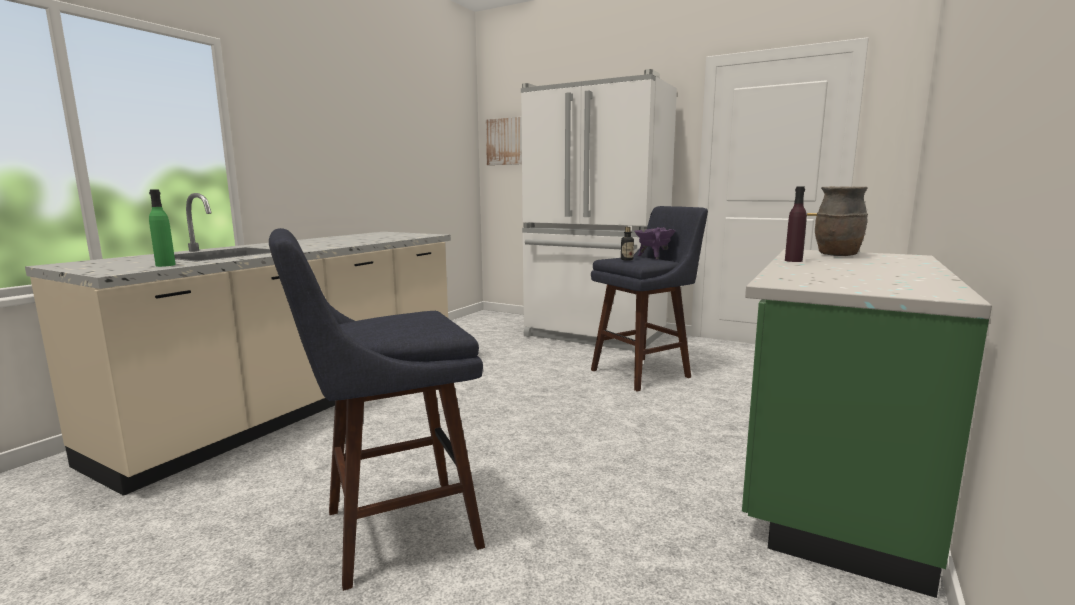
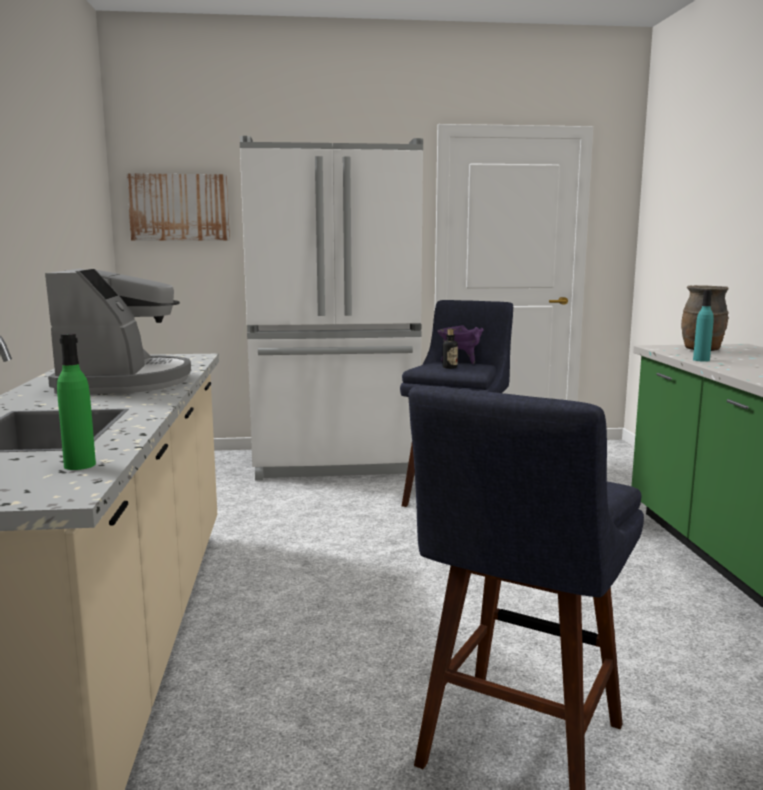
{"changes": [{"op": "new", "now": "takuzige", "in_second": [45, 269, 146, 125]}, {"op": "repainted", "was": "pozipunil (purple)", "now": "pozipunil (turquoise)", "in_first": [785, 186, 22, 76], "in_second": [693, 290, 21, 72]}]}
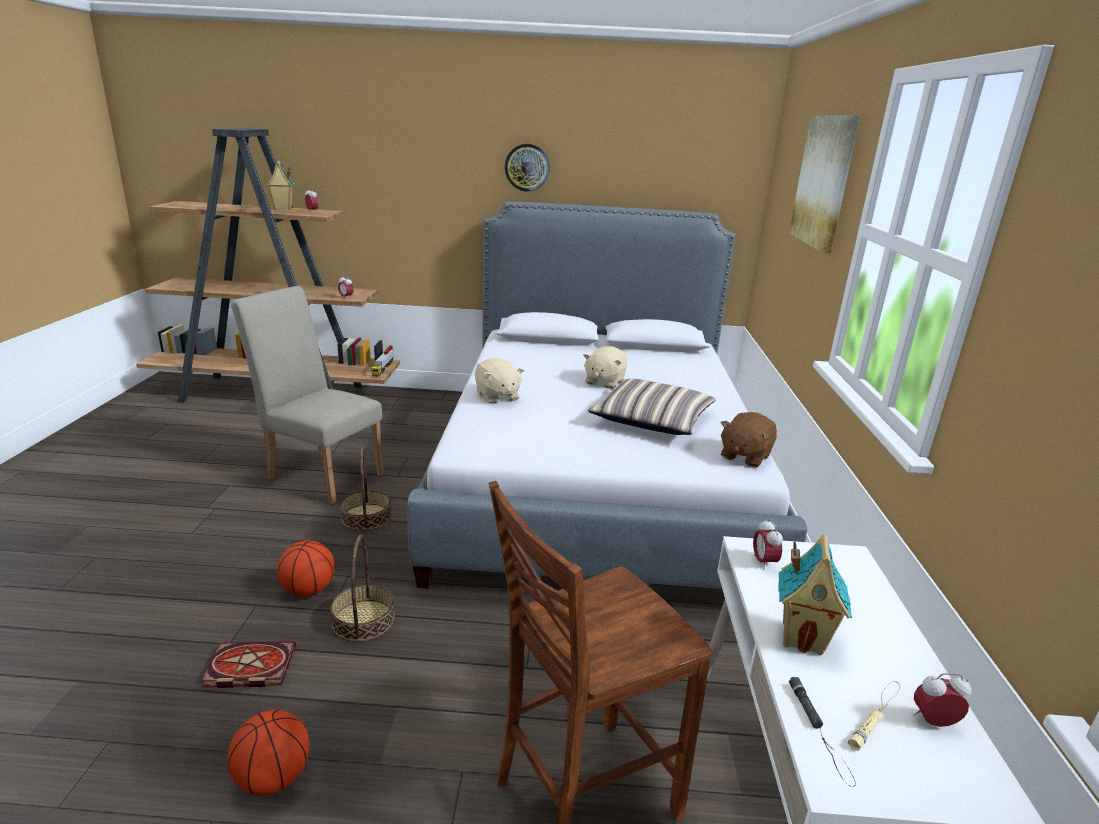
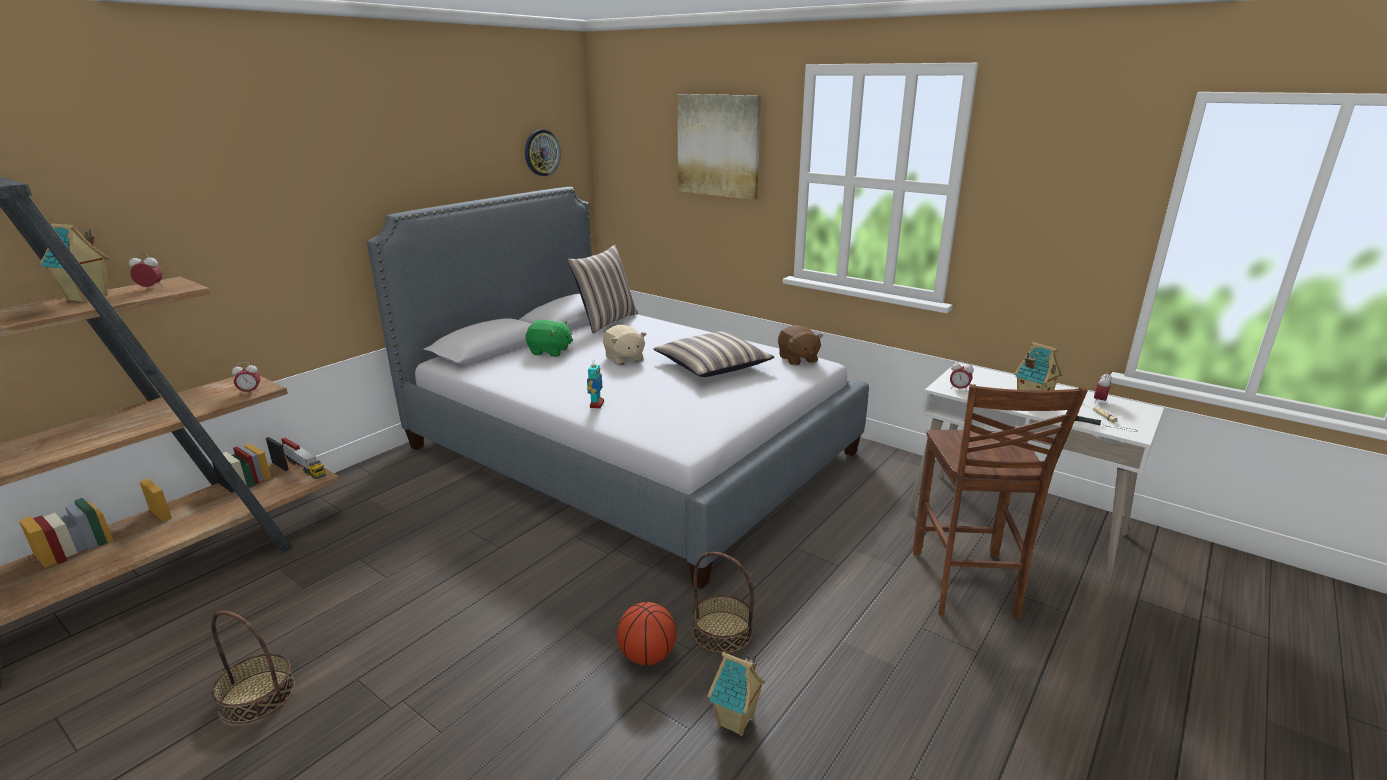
{"changes": [{"op": "shifted", "was": "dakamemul", "in_first": [340, 446, 51, 85], "in_second": [211, 611, 84, 113]}, {"op": "shifted", "was": "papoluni", "in_first": [505, 144, 45, 48], "in_second": [525, 130, 36, 46]}, {"op": "new", "now": "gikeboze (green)", "in_second": [526, 320, 47, 37]}, {"op": "new", "now": "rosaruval", "in_second": [567, 245, 71, 89]}, {"op": "swapped", "was": "gikeboze (beige)", "now": "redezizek", "in_first": [475, 358, 49, 46], "in_second": [587, 359, 17, 49]}, {"op": "swapped", "was": "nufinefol", "now": "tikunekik", "in_first": [201, 641, 95, 47], "in_second": [708, 652, 57, 84]}, {"op": "gone", "was": "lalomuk", "in_first": [227, 710, 82, 85]}, {"op": "gone", "was": "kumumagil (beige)", "in_first": [231, 286, 153, 219]}]}
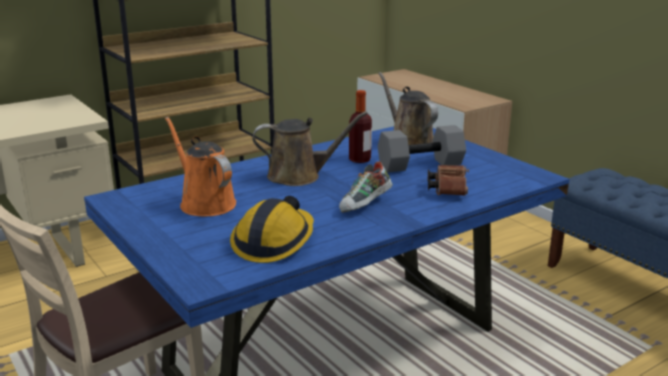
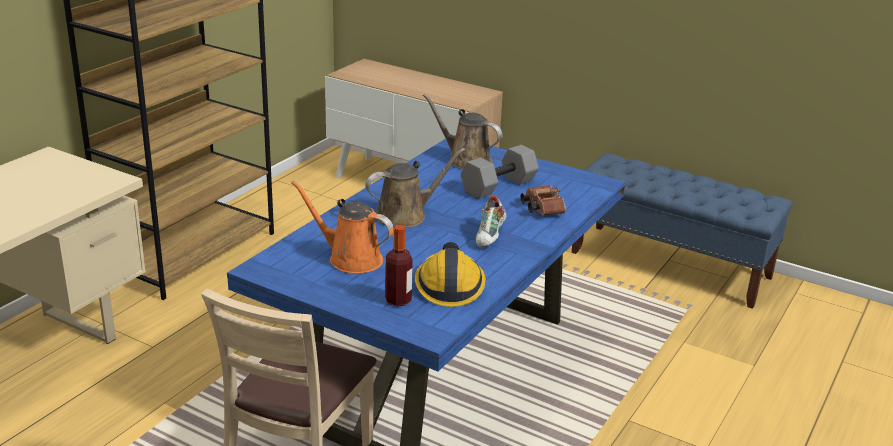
{"changes": [{"op": "shifted", "was": "pozipunil", "in_first": [349, 90, 23, 73], "in_second": [385, 225, 28, 81]}]}
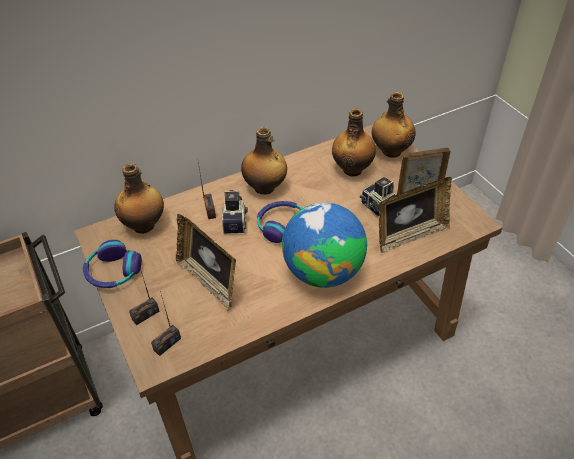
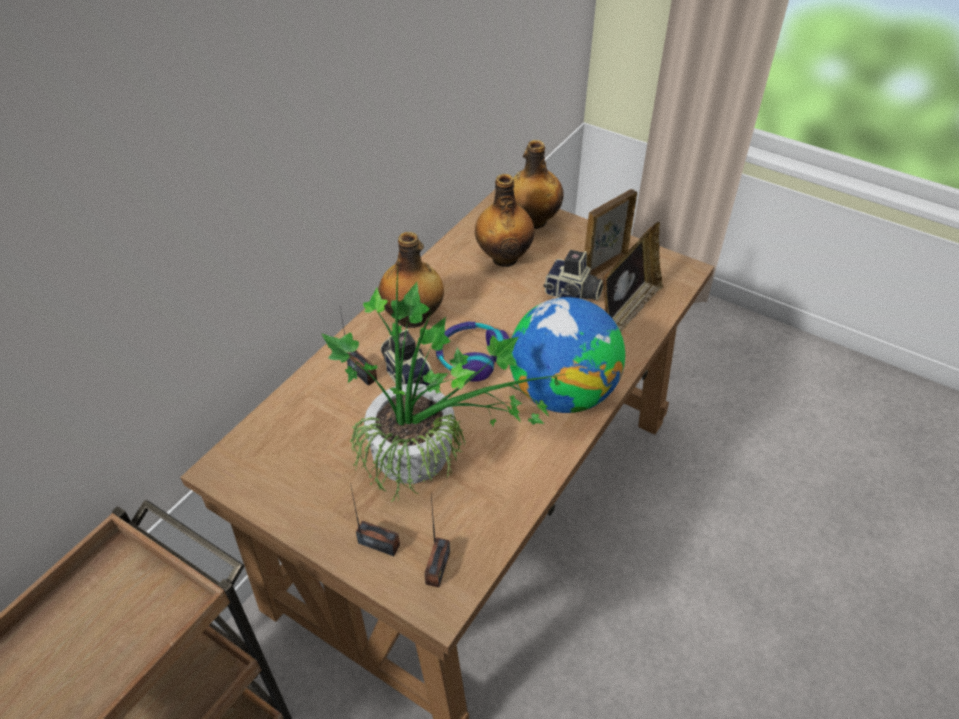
{"changes": [{"op": "swapped", "was": "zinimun", "now": "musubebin", "in_first": [176, 214, 60, 97], "in_second": [321, 264, 251, 239]}, {"op": "rotated", "was": "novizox", "in_first": [129, 265, 30, 60], "in_second": [350, 483, 50, 73], "clockwise": -90}, {"op": "gone", "was": "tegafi", "in_first": [83, 240, 59, 48]}, {"op": "gone", "was": "pozipunil", "in_first": [114, 163, 50, 70]}]}
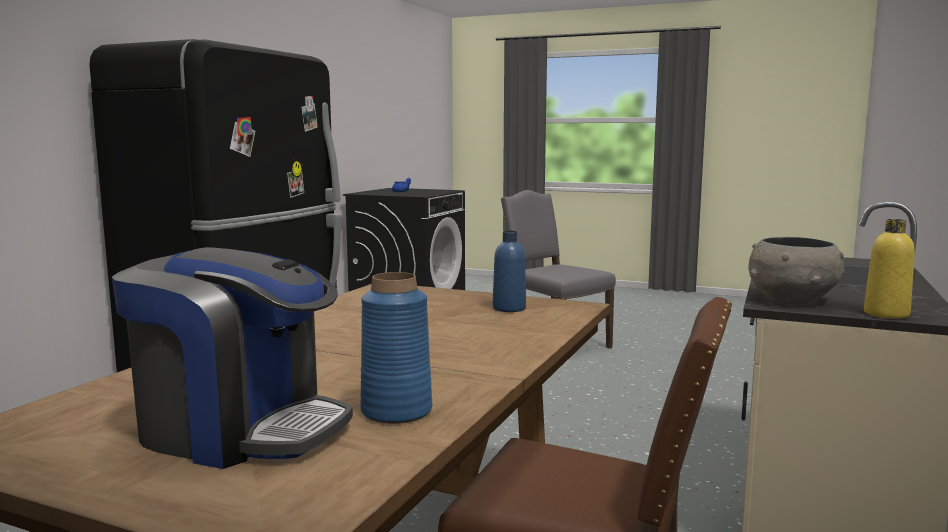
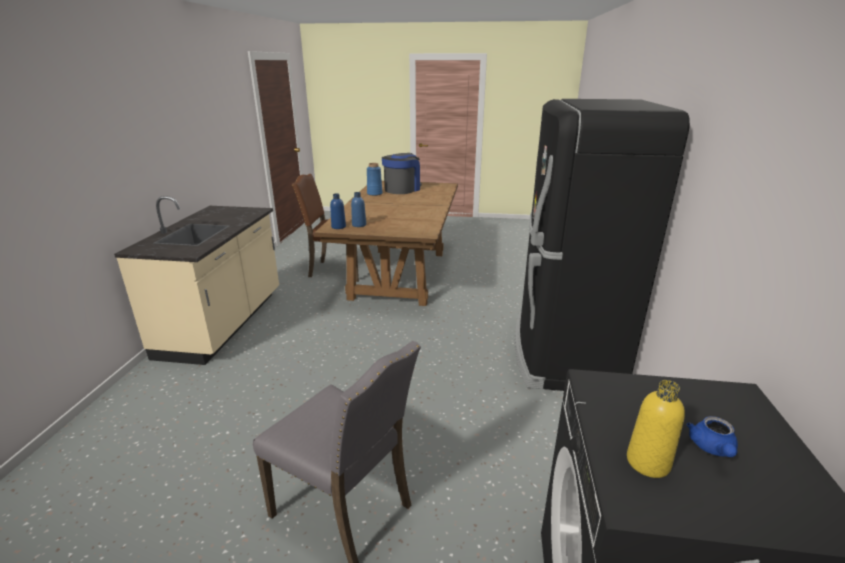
{"changes": [{"op": "new", "now": "pozipunil (blue)", "in_second": [330, 193, 16, 36]}, {"op": "rotated", "was": "takuzige", "in_first": [112, 247, 241, 222], "in_second": [382, 153, 40, 41], "clockwise": 120}, {"op": "shifted", "was": "pozipunil (yellow)", "in_first": [864, 219, 51, 100], "in_second": [627, 380, 58, 98]}, {"op": "gone", "was": "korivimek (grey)", "in_first": [748, 237, 97, 67]}]}
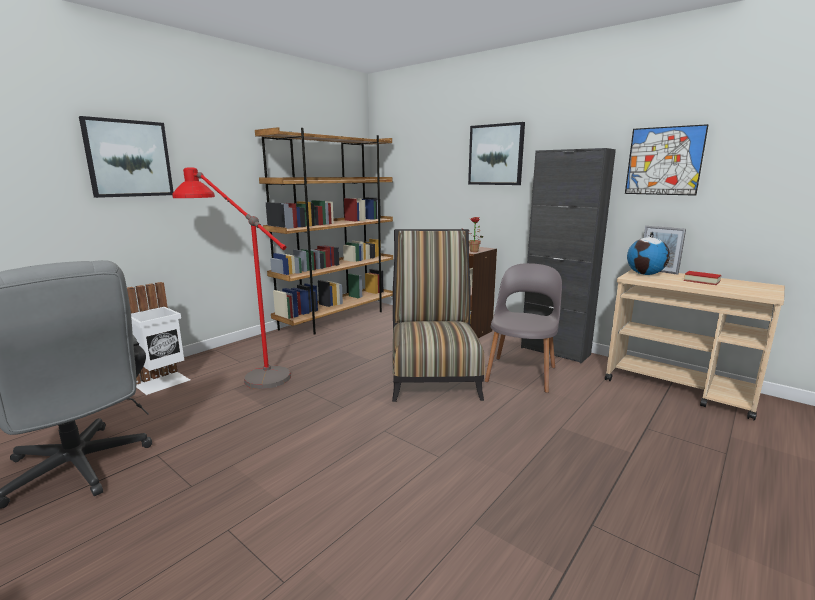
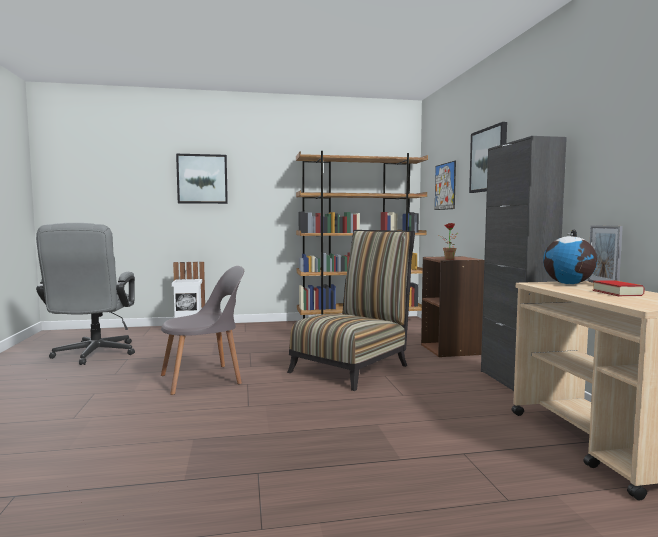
{"changes": [{"op": "shifted", "was": "kumumagil (grey)", "in_first": [485, 263, 77, 130], "in_second": [161, 266, 83, 129]}, {"op": "shifted", "was": "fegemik", "in_first": [625, 124, 84, 72], "in_second": [435, 161, 21, 49]}, {"op": "gone", "was": "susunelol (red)", "in_first": [172, 167, 119, 222]}]}
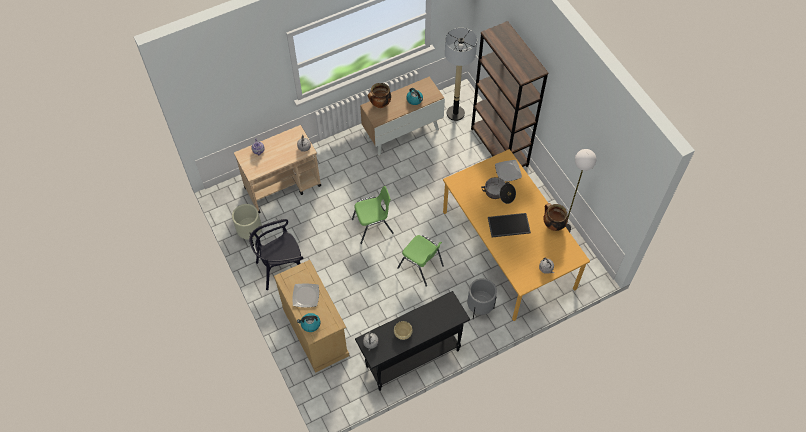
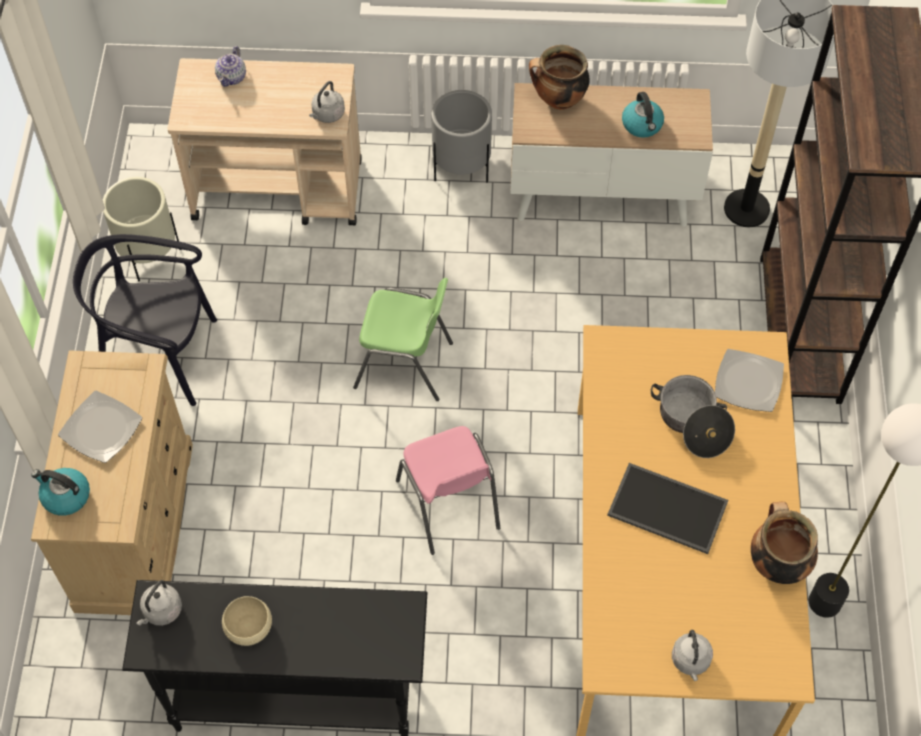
{"changes": [{"op": "repainted", "was": "kumumagil (green)", "now": "kumumagil (pink)", "in_first": [397, 235, 47, 52], "in_second": [396, 426, 104, 129]}, {"op": "shifted", "was": "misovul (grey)", "in_first": [467, 278, 30, 41], "in_second": [431, 90, 61, 93]}]}
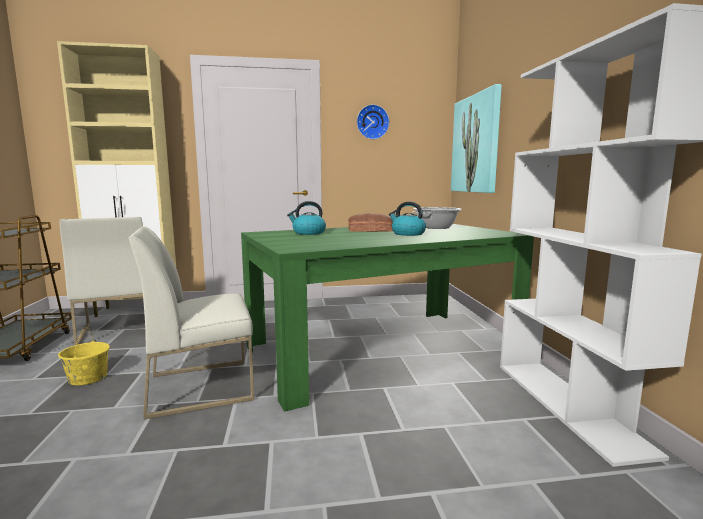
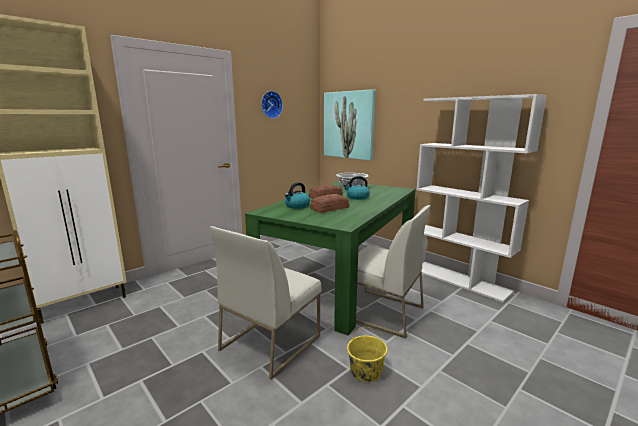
{"changes": [{"op": "new", "now": "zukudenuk", "in_second": [310, 194, 39, 19]}, {"op": "shifted", "was": "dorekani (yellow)", "in_first": [58, 327, 52, 59], "in_second": [347, 327, 40, 55]}, {"op": "shifted", "was": "kumumagil (white)", "in_first": [59, 217, 84, 128], "in_second": [356, 205, 75, 133]}]}
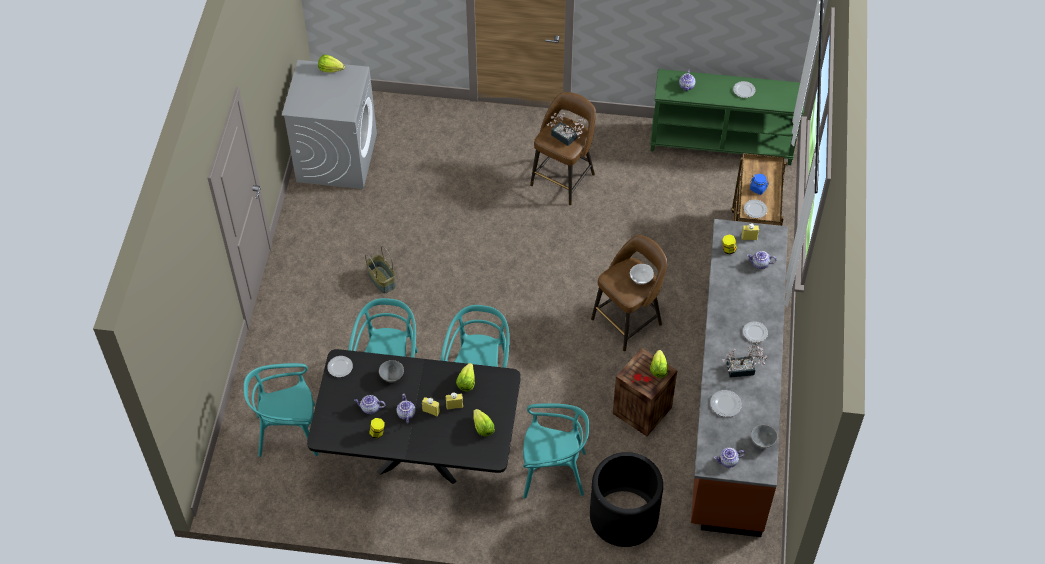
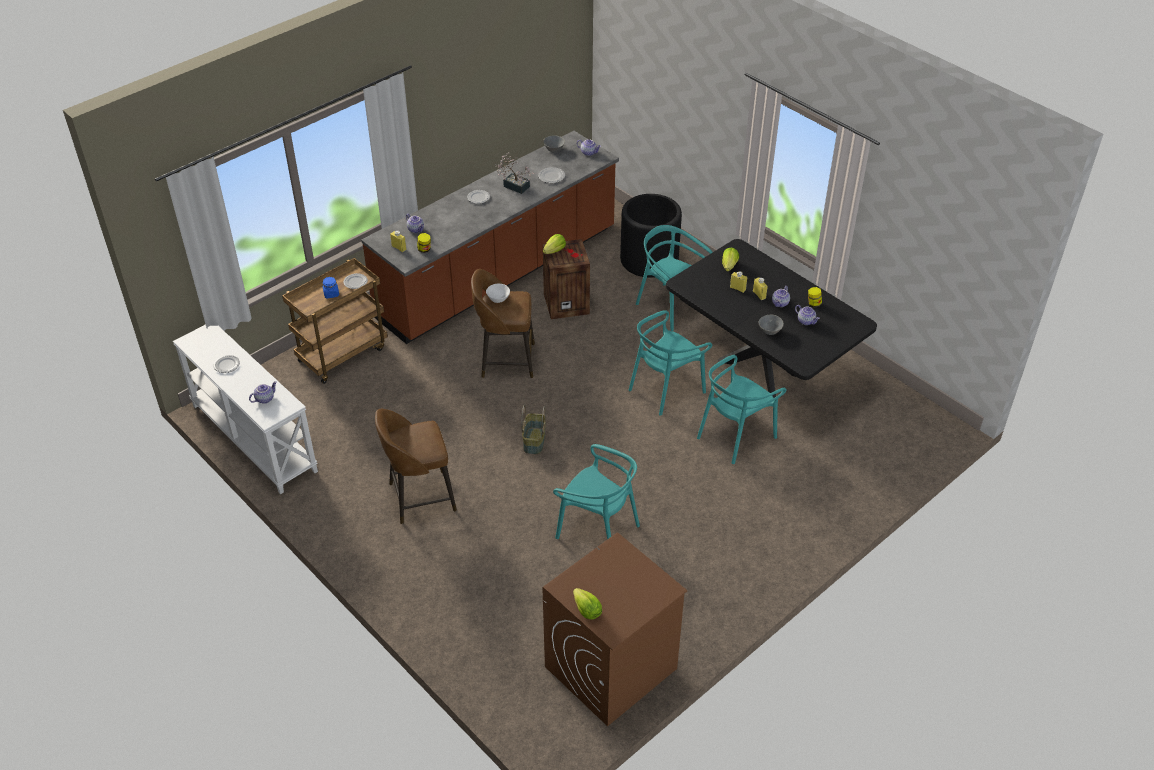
{"changes": [{"op": "repainted", "was": "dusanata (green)", "now": "dusanata (white)", "in_first": [650, 69, 154, 96], "in_second": [173, 324, 145, 170]}, {"op": "shifted", "was": "dakamemul", "in_first": [365, 246, 31, 48], "in_second": [521, 404, 25, 50]}, {"op": "repainted", "was": "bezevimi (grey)", "now": "bezevimi (brown)", "in_first": [282, 60, 95, 129], "in_second": [542, 532, 145, 194]}, {"op": "shifted", "was": "kumumagil (turquoise)", "in_first": [244, 363, 75, 94], "in_second": [553, 444, 87, 95]}, {"op": "gone", "was": "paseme", "in_first": [327, 356, 26, 21]}, {"op": "gone", "was": "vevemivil", "in_first": [456, 363, 19, 29]}, {"op": "gone", "was": "musubebin", "in_first": [547, 113, 38, 33]}]}
